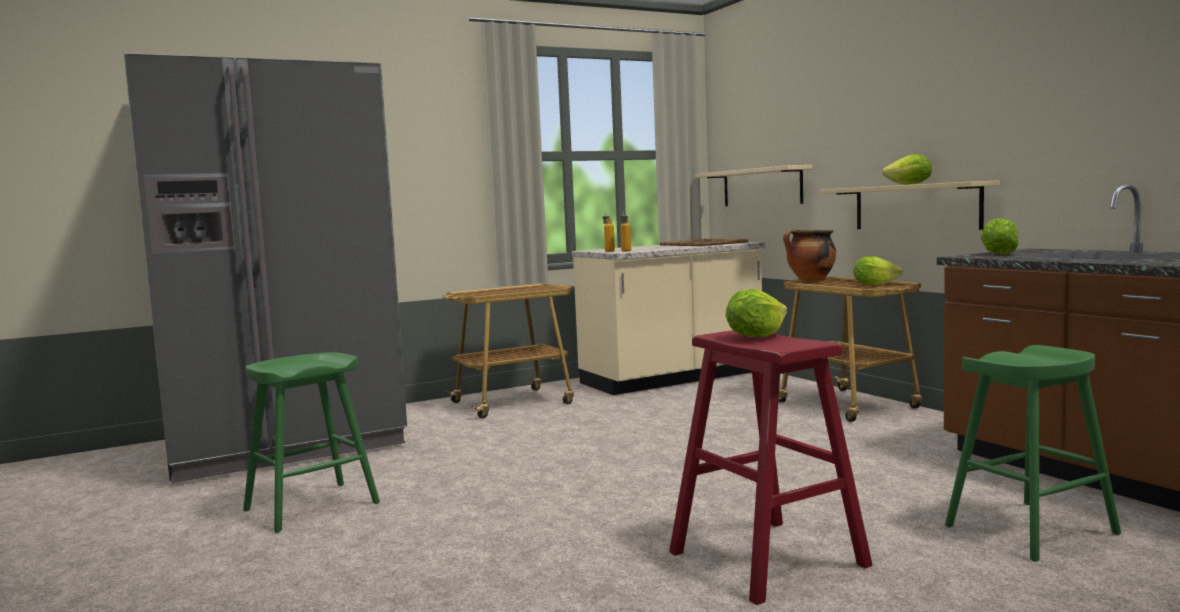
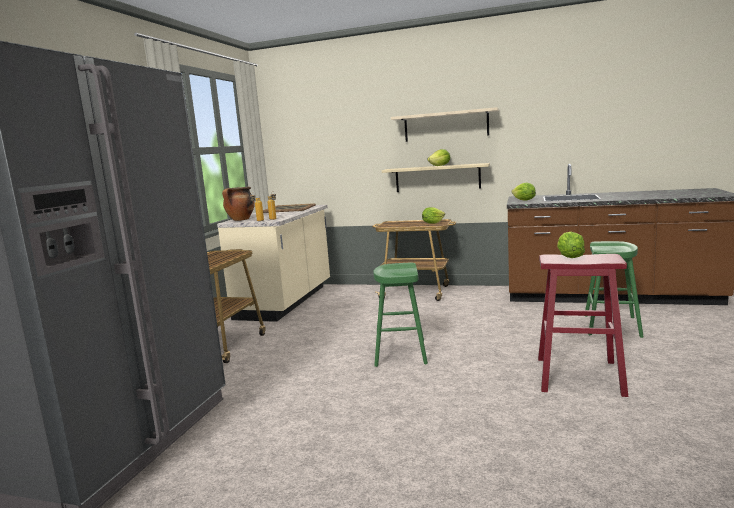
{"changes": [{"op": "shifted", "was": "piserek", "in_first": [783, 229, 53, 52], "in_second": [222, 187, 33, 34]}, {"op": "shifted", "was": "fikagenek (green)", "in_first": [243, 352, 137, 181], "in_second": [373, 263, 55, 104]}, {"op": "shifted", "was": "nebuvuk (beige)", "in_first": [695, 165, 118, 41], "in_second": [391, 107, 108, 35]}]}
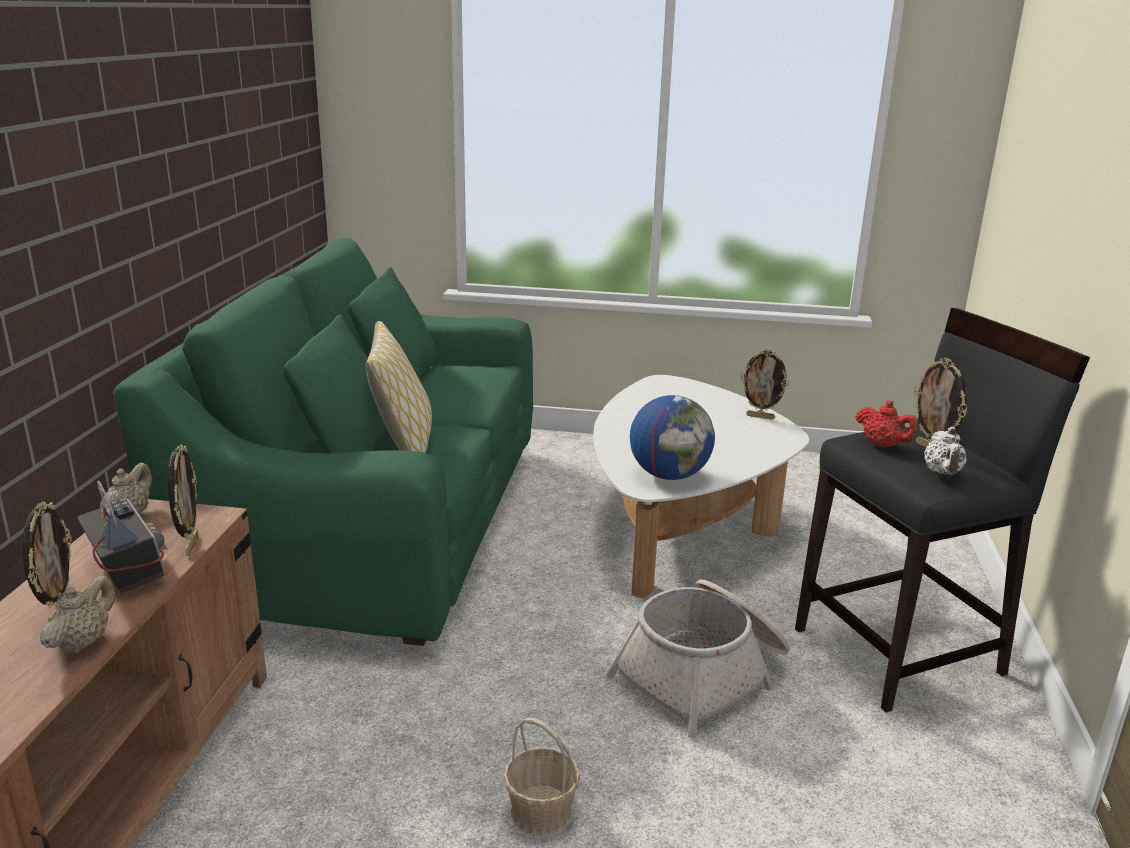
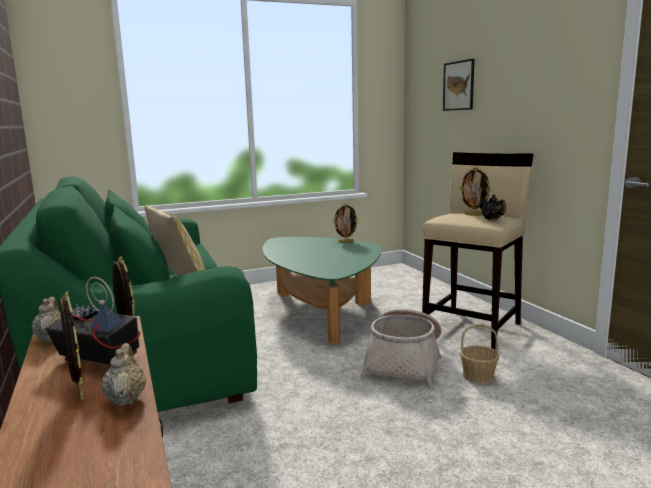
{"changes": [{"op": "repainted", "was": "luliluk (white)", "now": "luliluk (green)", "in_first": [593, 375, 216, 223], "in_second": [263, 237, 118, 107]}, {"op": "repainted", "was": "fikagenek (black)", "now": "fikagenek (beige)", "in_first": [795, 308, 295, 404], "in_second": [422, 152, 112, 198]}, {"op": "new", "now": "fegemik", "in_second": [443, 59, 31, 52]}, {"op": "shifted", "was": "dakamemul", "in_first": [503, 718, 77, 118], "in_second": [460, 324, 40, 60]}, {"op": "repainted", "was": "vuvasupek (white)", "now": "vuvasupek (black)", "in_first": [924, 427, 43, 49], "in_second": [480, 195, 26, 25]}, {"op": "gone", "was": "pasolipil", "in_first": [630, 395, 85, 85]}, {"op": "gone", "was": "vuvasupek (red)", "in_first": [855, 400, 63, 48]}]}
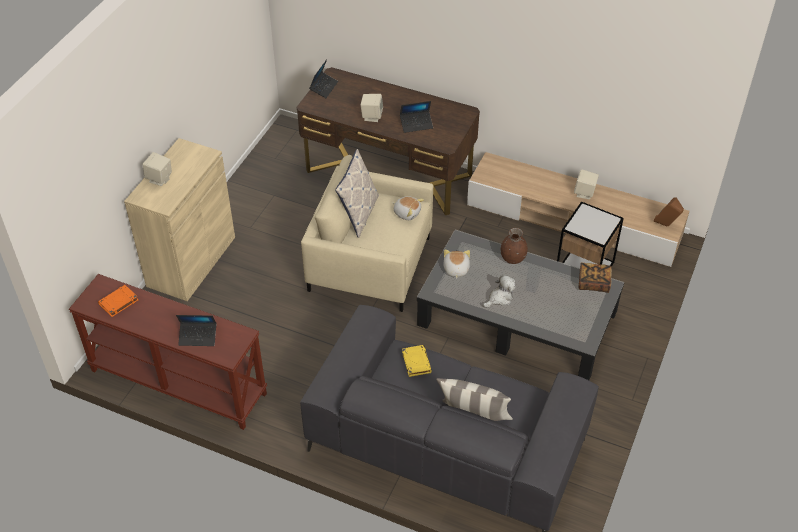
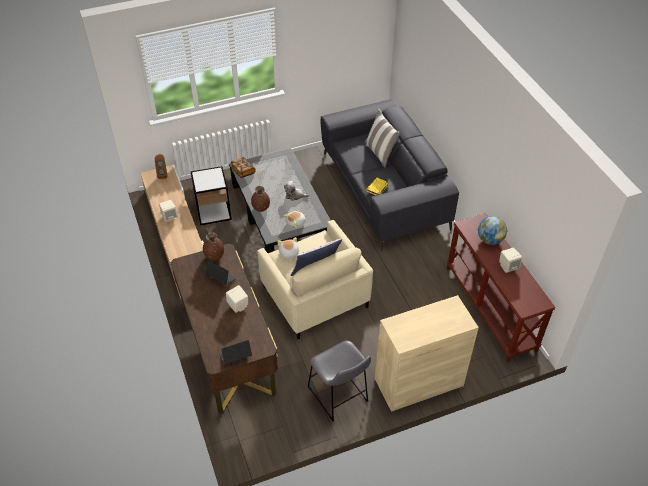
{"changes": [{"op": "new", "now": "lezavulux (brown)", "in_second": [203, 232, 21, 29]}, {"op": "new", "now": "fikagenek (grey)", "in_second": [307, 341, 64, 81]}, {"op": "swapped", "was": "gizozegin", "now": "pasolipil", "in_first": [176, 315, 40, 31], "in_second": [478, 216, 29, 29]}, {"op": "shifted", "was": "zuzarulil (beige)", "in_first": [142, 152, 30, 34], "in_second": [499, 248, 23, 25]}, {"op": "gone", "was": "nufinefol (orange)", "in_first": [98, 285, 40, 32]}]}
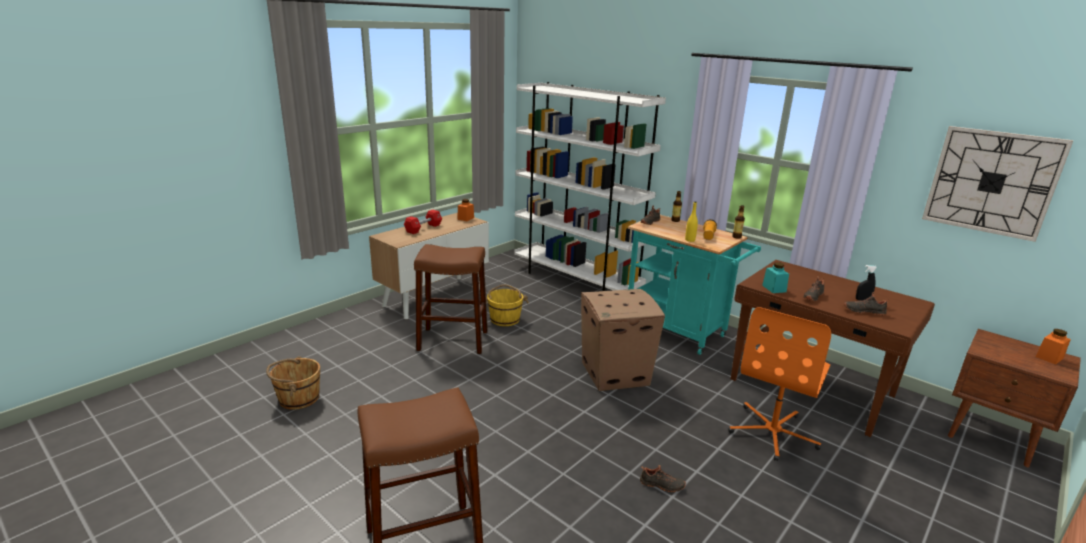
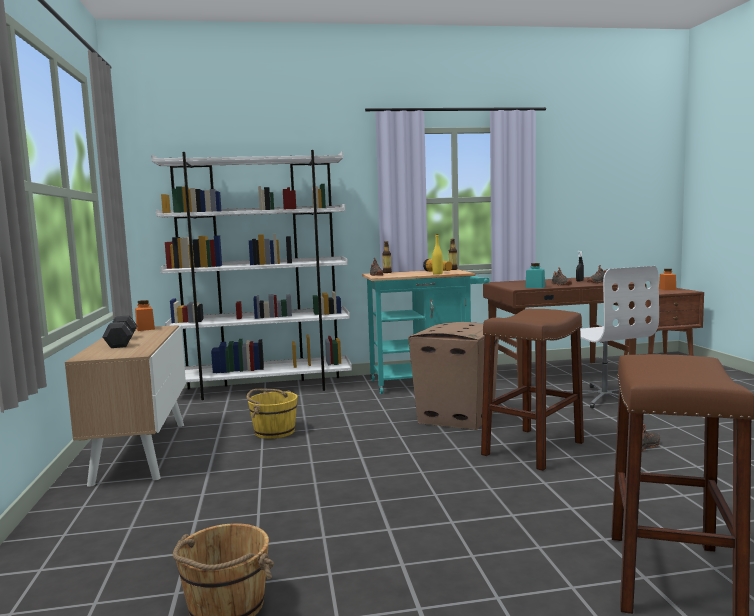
{"changes": [{"op": "repainted", "was": "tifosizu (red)", "now": "tifosizu (black)", "in_first": [404, 210, 38, 24], "in_second": [103, 315, 34, 33]}, {"op": "shifted", "was": "fikagenek (brown)", "in_first": [414, 244, 74, 110], "in_second": [481, 309, 103, 162]}, {"op": "repainted", "was": "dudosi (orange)", "now": "dudosi (white)", "in_first": [728, 307, 103, 154], "in_second": [563, 266, 96, 142]}, {"op": "gone", "was": "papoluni", "in_first": [922, 126, 151, 116]}]}
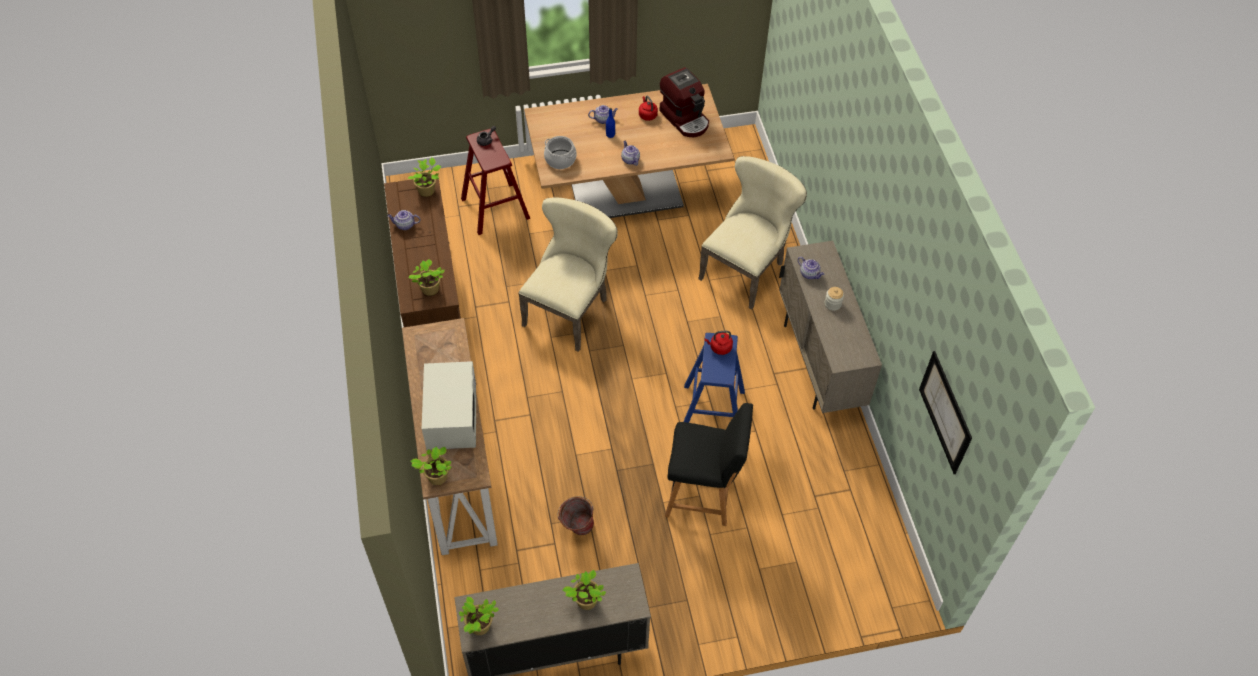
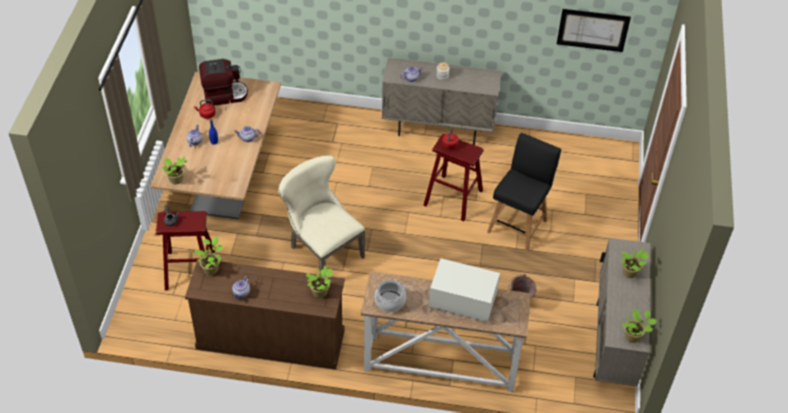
{"changes": [{"op": "shifted", "was": "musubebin", "in_first": [410, 447, 41, 38], "in_second": [162, 157, 26, 27]}, {"op": "shifted", "was": "piserek", "in_first": [544, 136, 33, 33], "in_second": [375, 280, 31, 32]}, {"op": "repainted", "was": "fikagenek (blue)", "now": "fikagenek (red)", "in_first": [683, 333, 62, 90], "in_second": [423, 134, 61, 87]}, {"op": "gone", "was": "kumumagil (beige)", "in_first": [698, 156, 109, 154]}]}
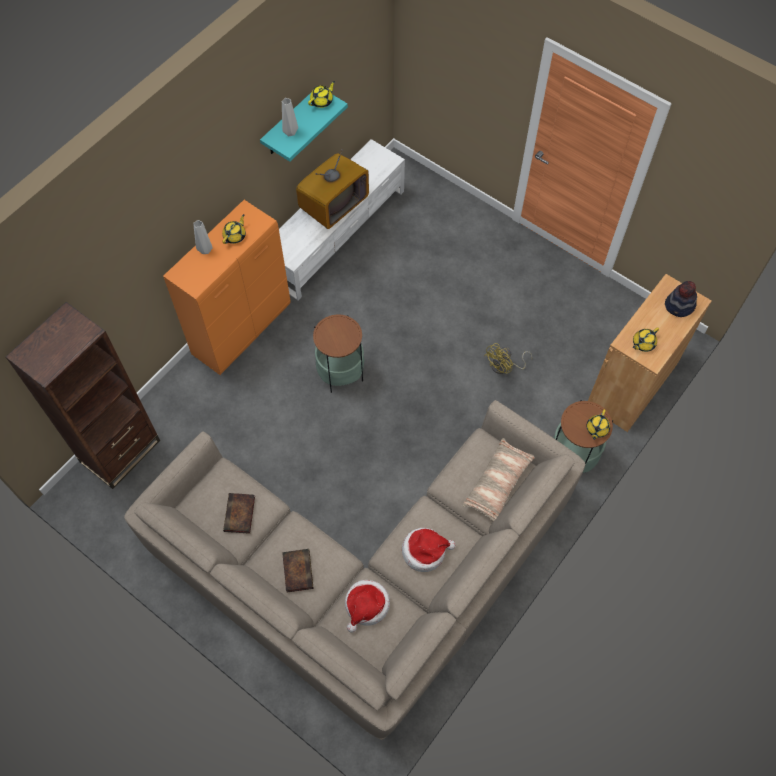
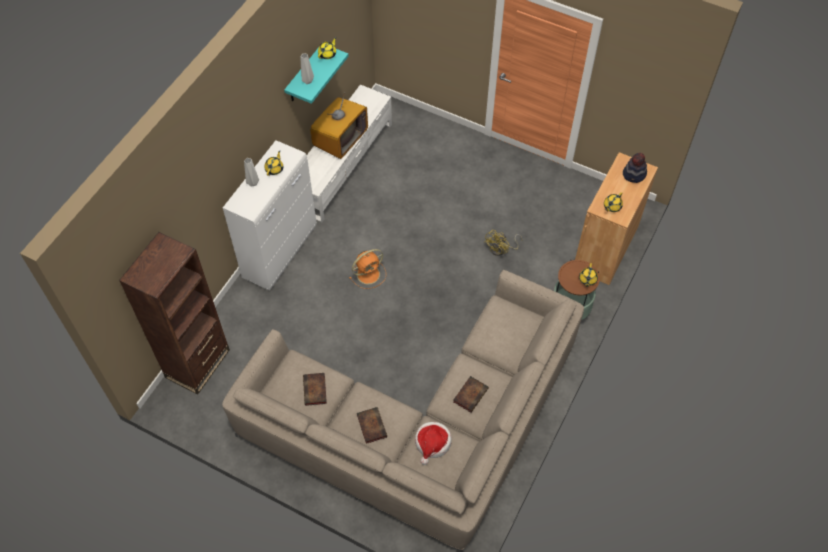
{"changes": [{"op": "repainted", "was": "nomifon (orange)", "now": "nomifon (white)", "in_first": [163, 200, 128, 175], "in_second": [223, 140, 94, 151]}, {"op": "swapped", "was": "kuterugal", "now": "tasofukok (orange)", "in_first": [313, 315, 51, 78], "in_second": [349, 249, 37, 40]}, {"op": "swapped", "was": "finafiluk", "now": "nufinefol", "in_first": [402, 528, 54, 44], "in_second": [453, 376, 36, 36]}, {"op": "gone", "was": "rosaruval", "in_first": [463, 438, 72, 84]}]}
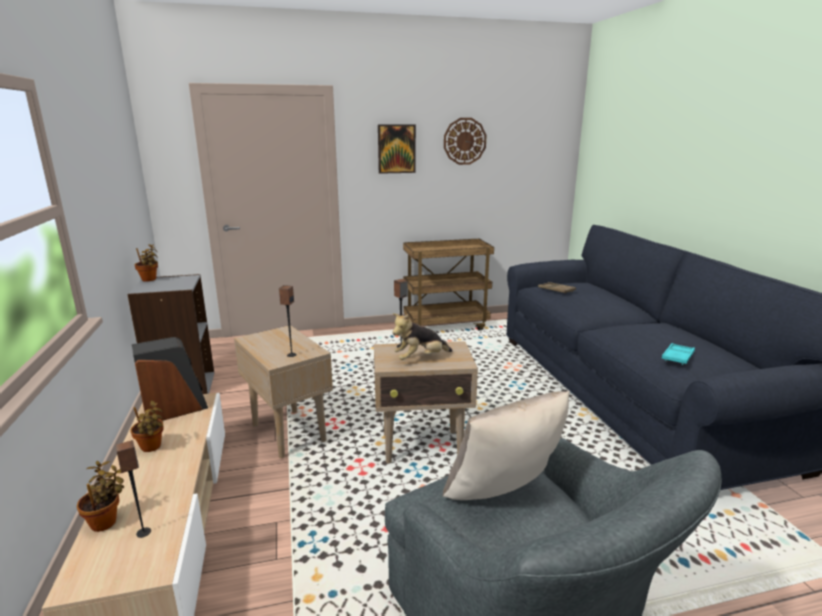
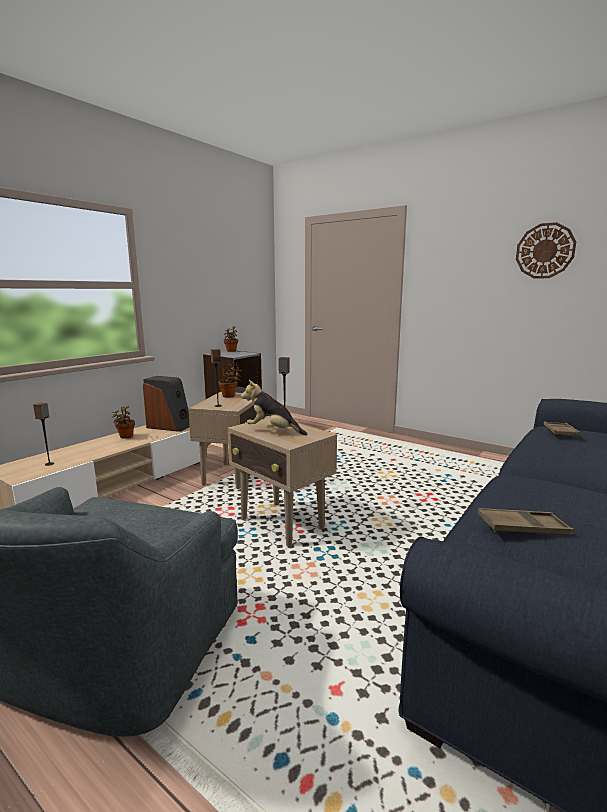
{"changes": [{"op": "shifted", "was": "musubebin", "in_first": [77, 461, 47, 71], "in_second": [218, 363, 24, 35]}, {"op": "repainted", "was": "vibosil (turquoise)", "now": "vibosil (brown)", "in_first": [662, 343, 33, 22], "in_second": [477, 508, 97, 27]}, {"op": "gone", "was": "fegemik", "in_first": [378, 124, 38, 50]}, {"op": "gone", "was": "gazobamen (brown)", "in_first": [403, 239, 91, 91]}, {"op": "gone", "was": "rosaruval (beige)", "in_first": [442, 391, 128, 109]}]}
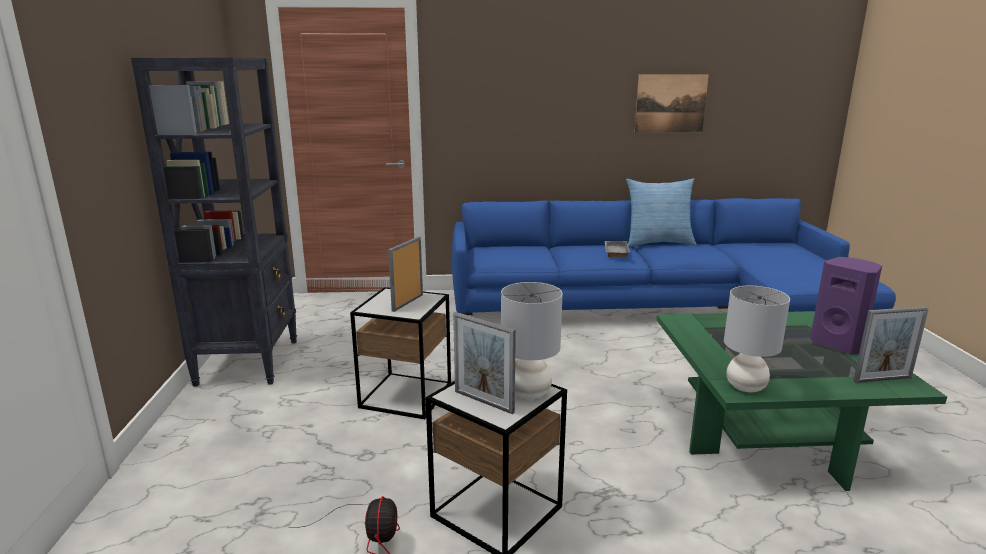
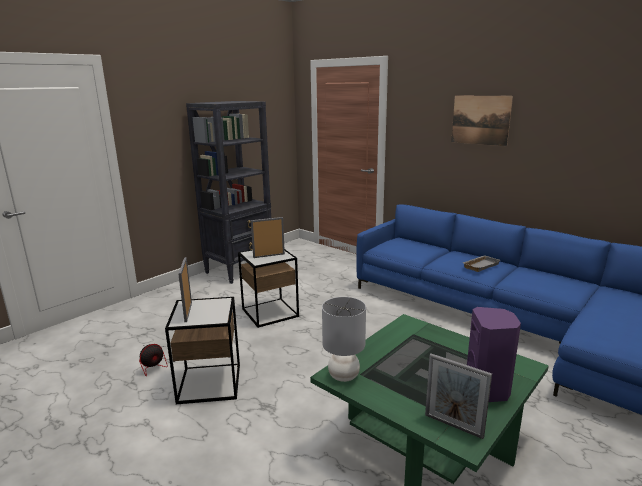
{"changes": [{"op": "shifted", "was": "fegemik", "in_first": [635, 74, 74, 59], "in_second": [451, 96, 62, 50]}, {"op": "gone", "was": "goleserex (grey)", "in_first": [501, 282, 62, 117]}, {"op": "gone", "was": "rosaruval", "in_first": [626, 178, 71, 69]}]}
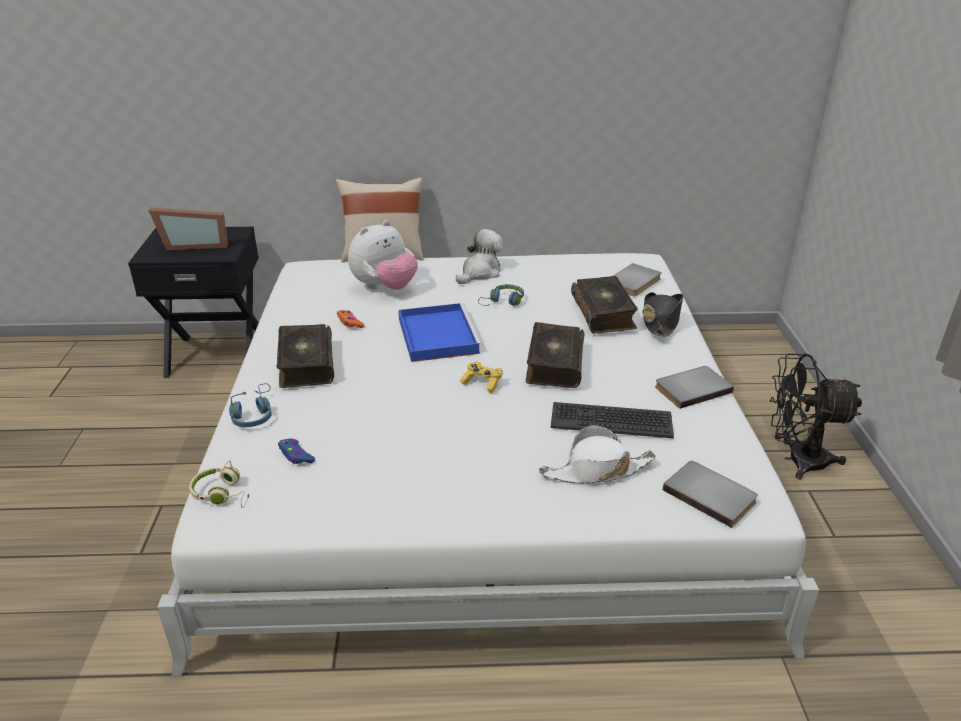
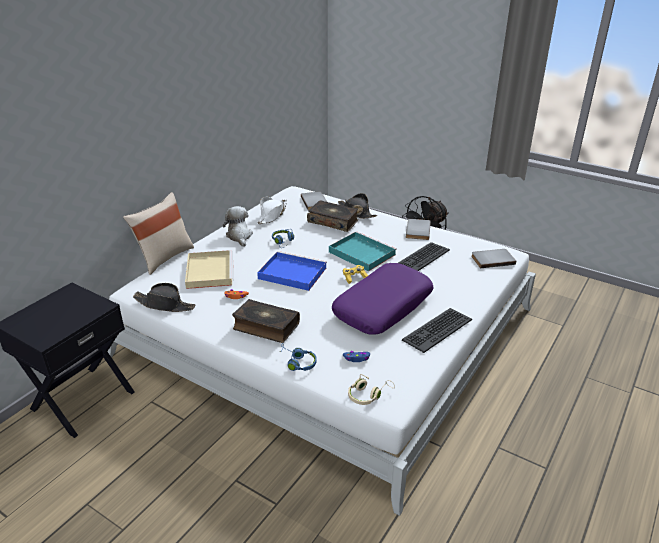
{"changes": [{"op": "new", "now": "finafiluk (black)", "in_second": [133, 283, 62, 29]}, {"op": "swapped", "was": "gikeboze", "now": "vibosil (beige)", "in_first": [348, 220, 70, 70], "in_second": [185, 250, 48, 39]}, {"op": "shifted", "was": "finafiluk (white)", "in_first": [539, 425, 116, 59], "in_second": [257, 197, 30, 27]}, {"op": "swapped", "was": "nufinefol", "now": "vibosil (turquoise)", "in_first": [526, 322, 58, 66], "in_second": [329, 231, 68, 40]}, {"op": "new", "now": "rosaruval (purple)", "in_second": [332, 263, 101, 71]}, {"op": "new", "now": "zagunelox", "in_second": [402, 308, 70, 45]}, {"op": "gone", "was": "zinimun", "in_first": [148, 207, 80, 43]}]}
